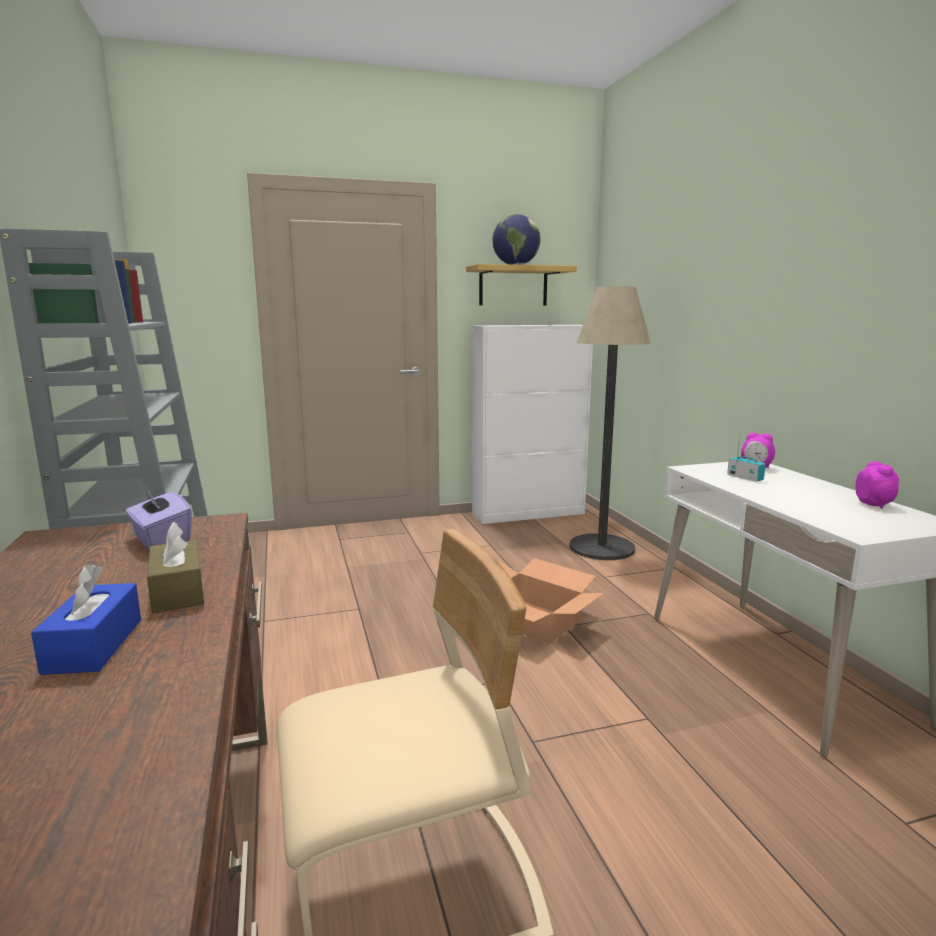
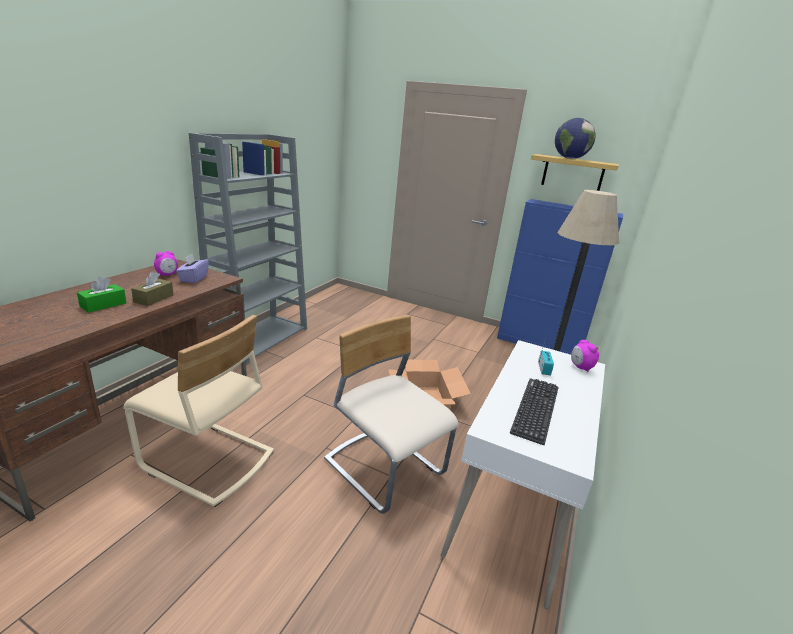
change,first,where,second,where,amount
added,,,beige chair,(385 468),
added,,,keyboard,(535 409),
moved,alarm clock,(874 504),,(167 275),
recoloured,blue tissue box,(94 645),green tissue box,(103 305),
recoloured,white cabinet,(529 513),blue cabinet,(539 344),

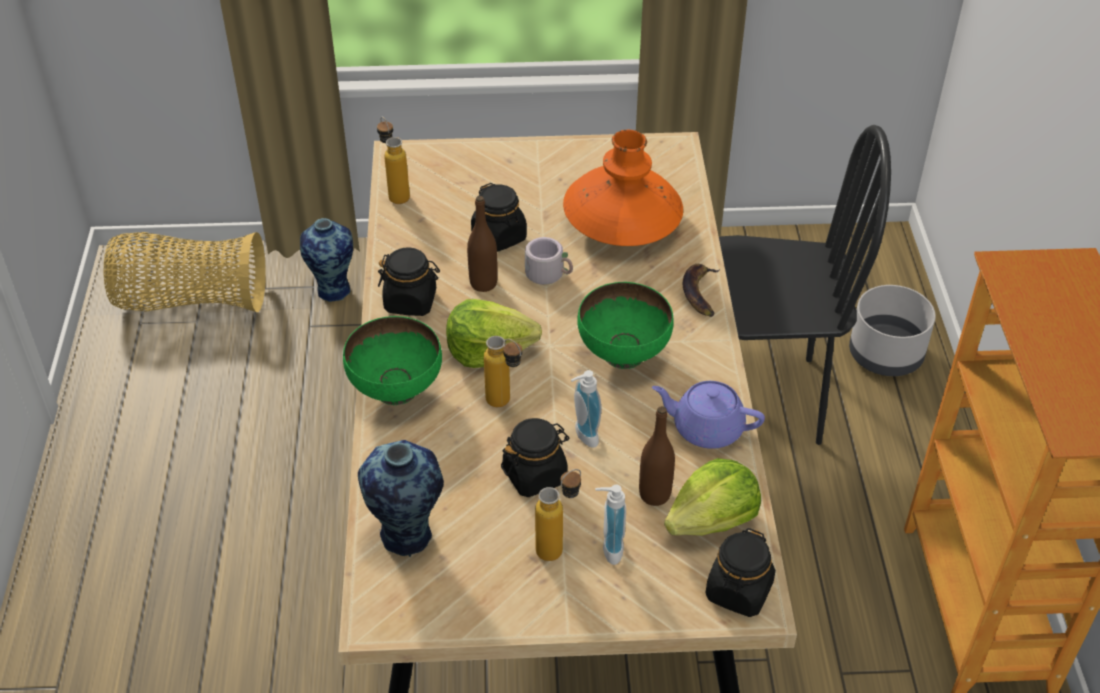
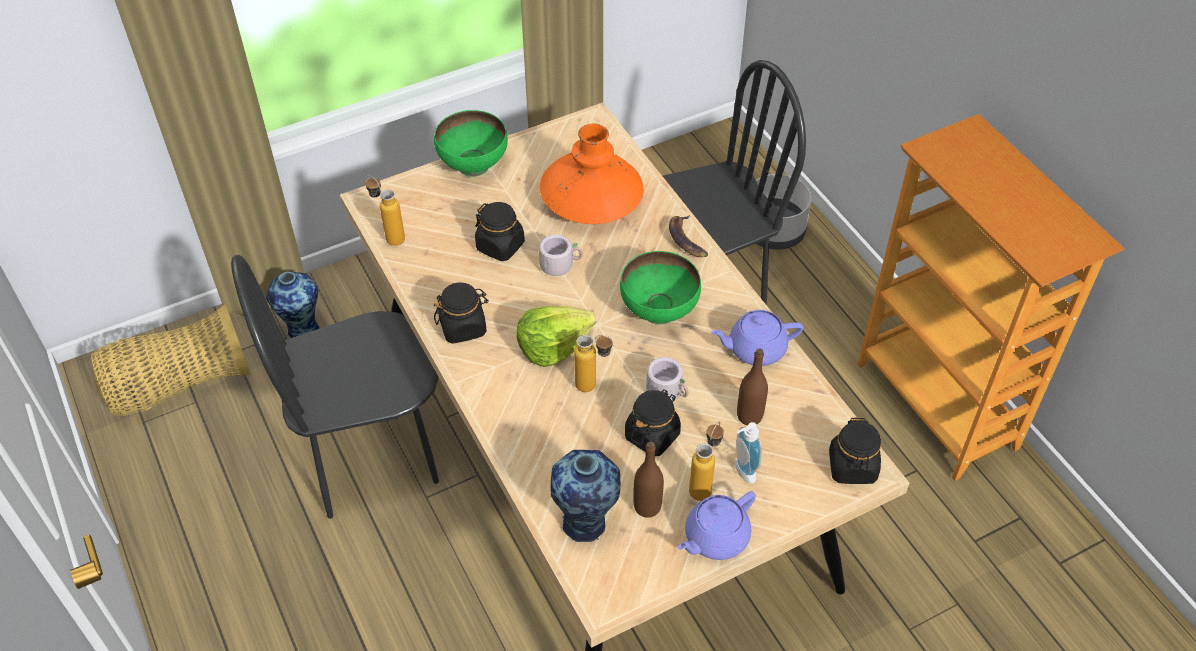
change,first,where,second,where,amount
removed,lettuce,(712 520),,,
added,,,black chair,(371 458),
added,,,purple teapot,(715 538),
moved,green bowl,(395 390),,(473 166),
moved,brown bottle,(483 283),,(647 507),
replaced,soap dispenser,(582 436),grey mug,(669 390),

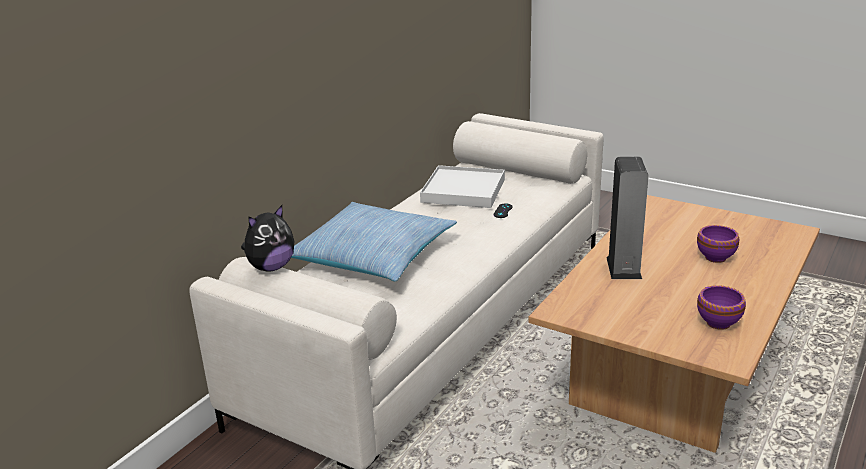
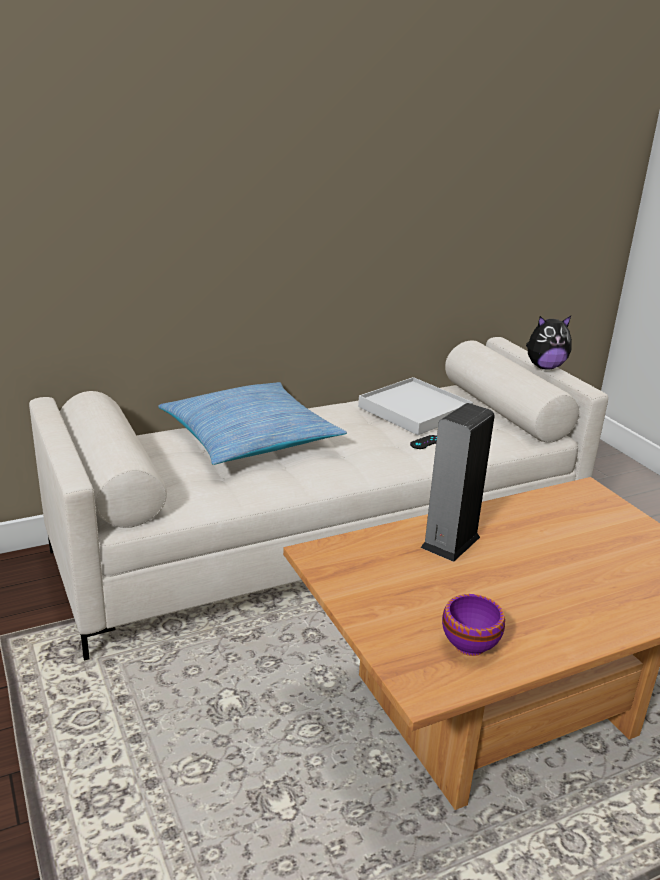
change,first,where,second,where,amount
removed,purple bowl,(714 257),,,
moved,plush toy,(271 267),,(544 367),

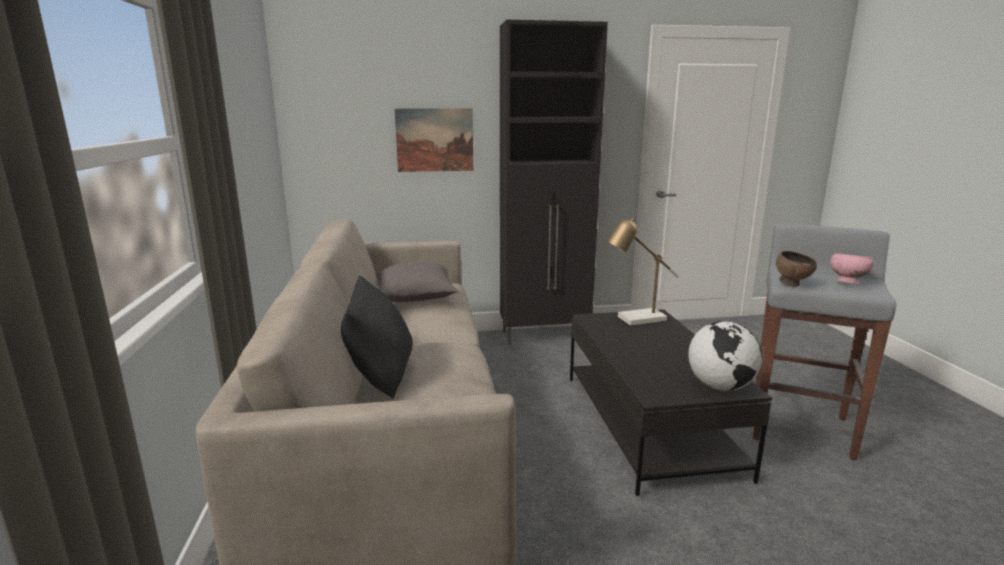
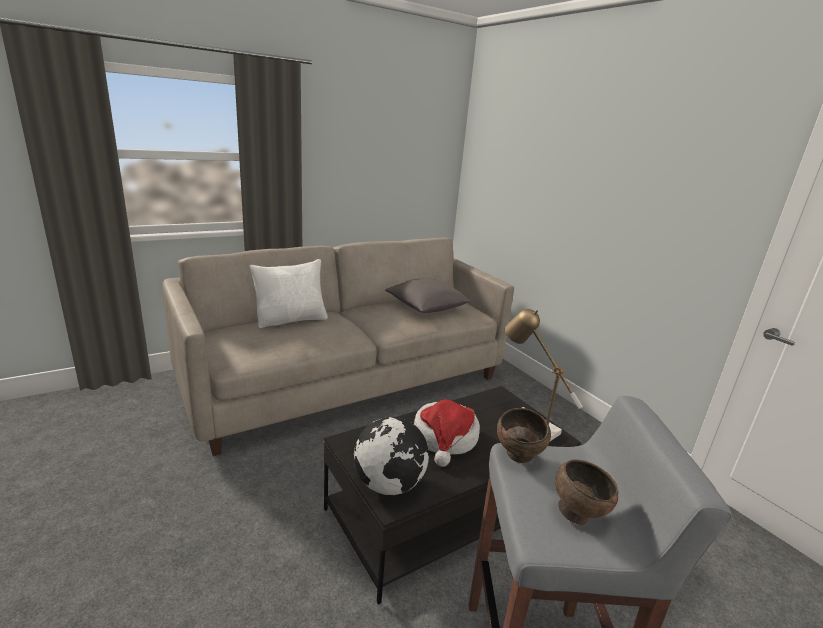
change,first,where,second,where,amount
removed,picture,(434 140),,,
removed,black cabinet,(546 335),,,
added,,,hat,(445 439),
recoloured,black pillow,(380 375),white pillow,(291 320),
recoloured,pink bowl,(846 283),brown bowl,(577 514),

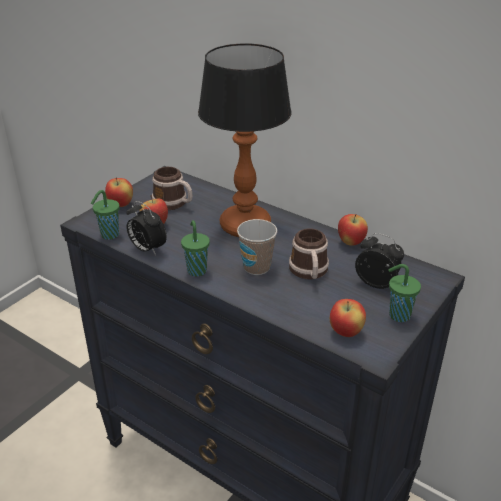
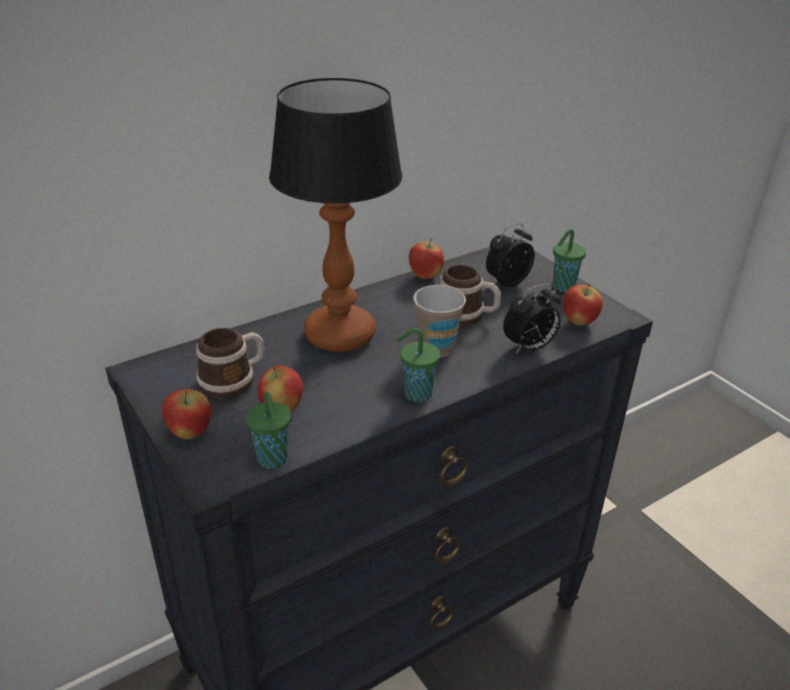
change,first,where,second,where,amount
moved,alarm clock,(147 249),,(529 347),

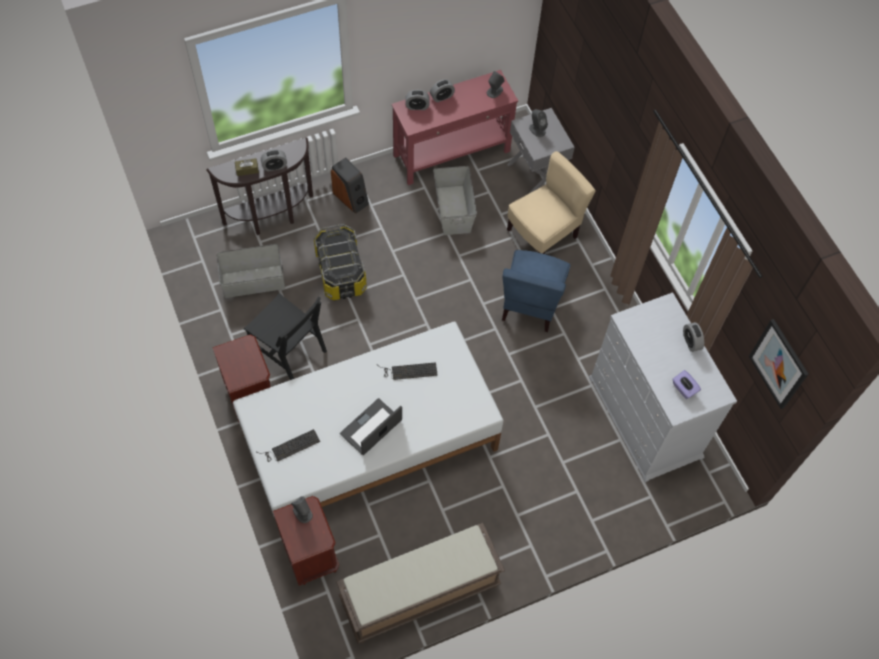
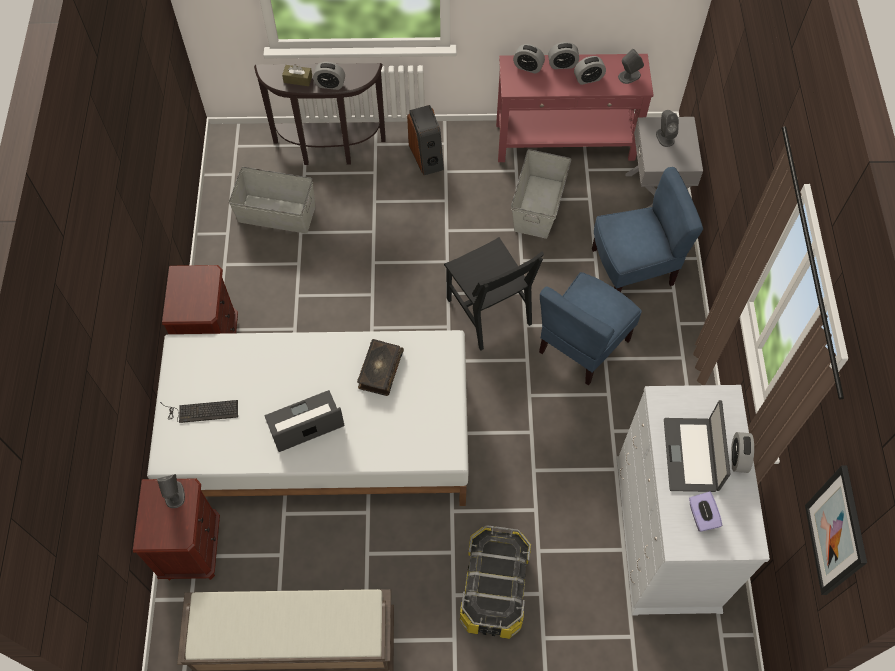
change,first,where,second,where,amount
added,,,alarm clock,(588 78),
added,,,laptop,(692 455),
moved,black chair,(289 352),,(488 311),
moved,storage box,(341 272),,(495 589),
replaced,keyboard,(408 371),book,(380 370),
recoloured,beige chair,(543 235),blue chair,(633 269),

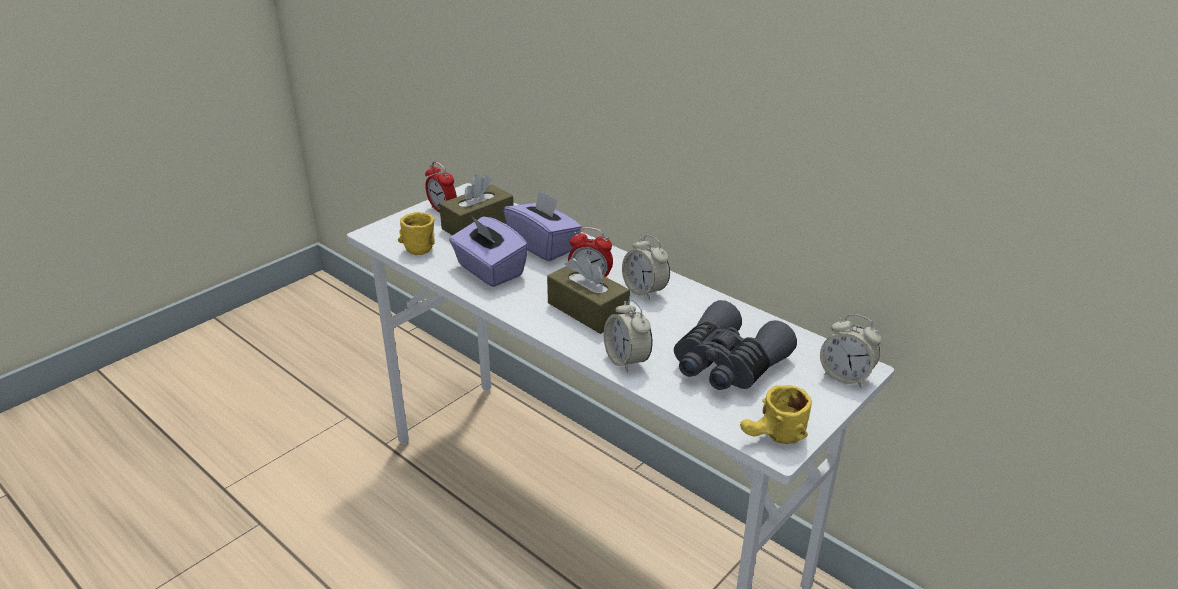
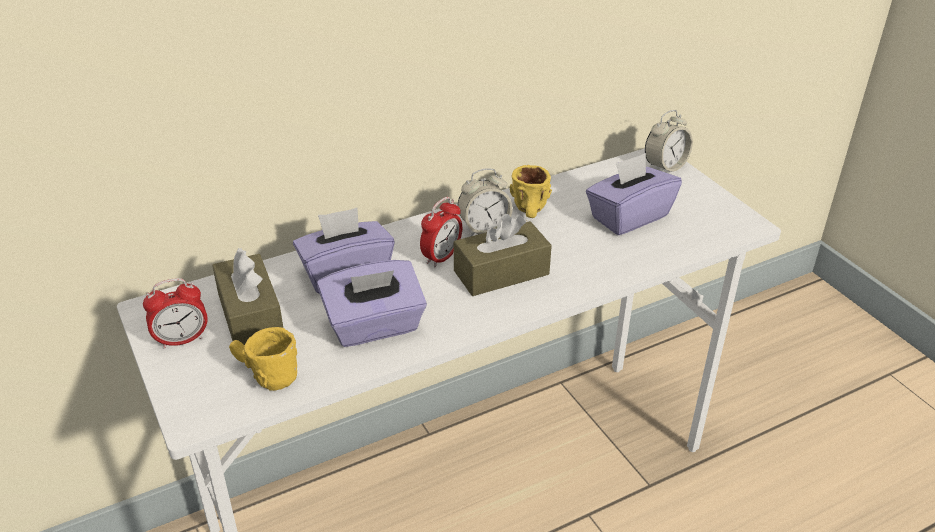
change,first,where,second,where,amount
removed,alarm clock,(626 360),,,
moved,yellow mug,(773 438),,(532 212),
replaced,grey binoculars,(727 364),purple tissue box,(628 216),

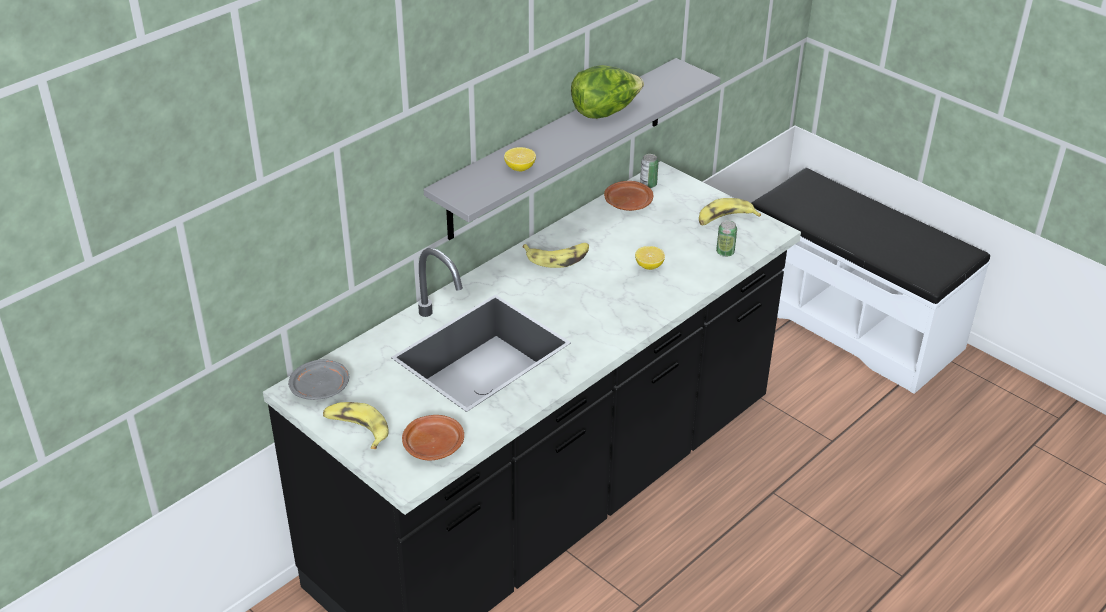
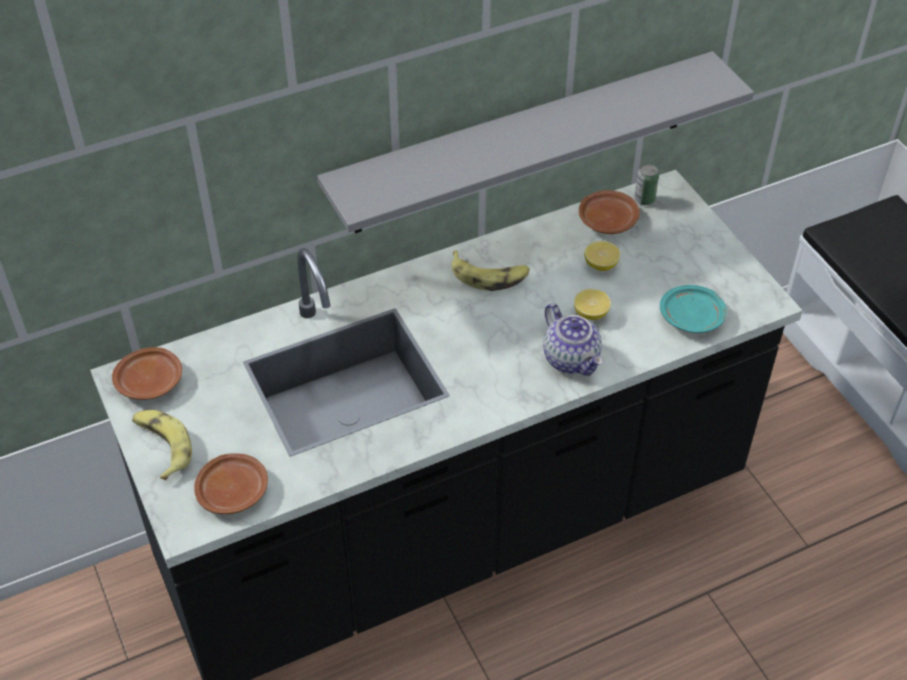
change,first,where,second,where,amount
removed,lettuce,(605 112),,,
removed,banana,(725 219),,,
added,,,teapot,(572 359),
moved,lemon,(520 168),,(601 265),
replaced,can,(725 252),turquoise plate,(692 317),
recoloured,grey plate,(320 388),brown plate,(150 381),

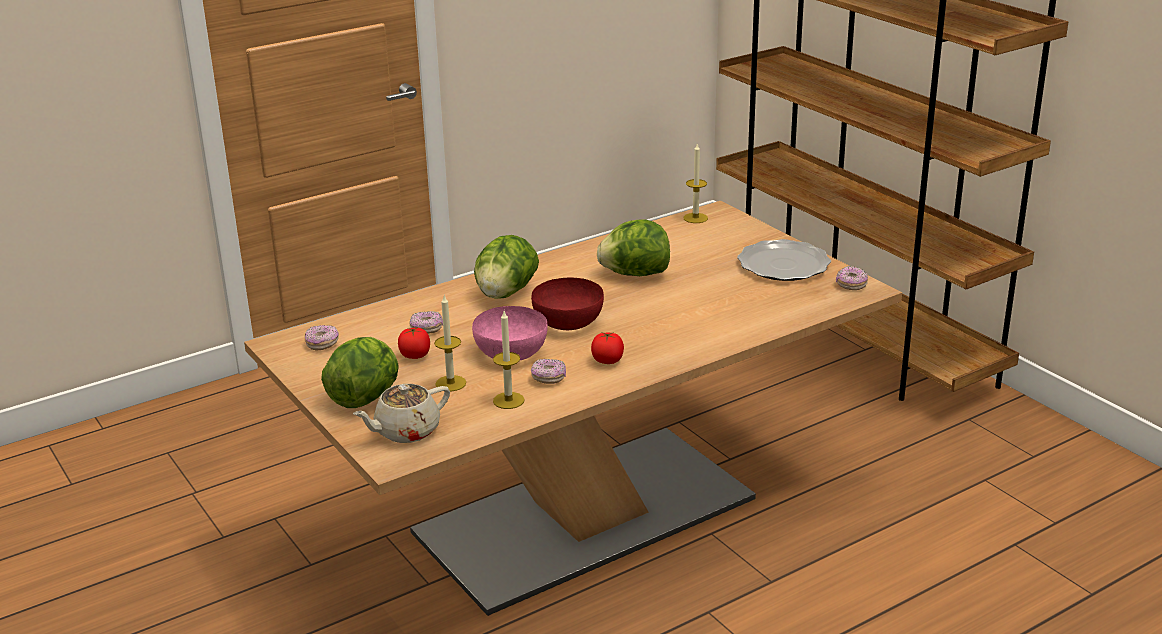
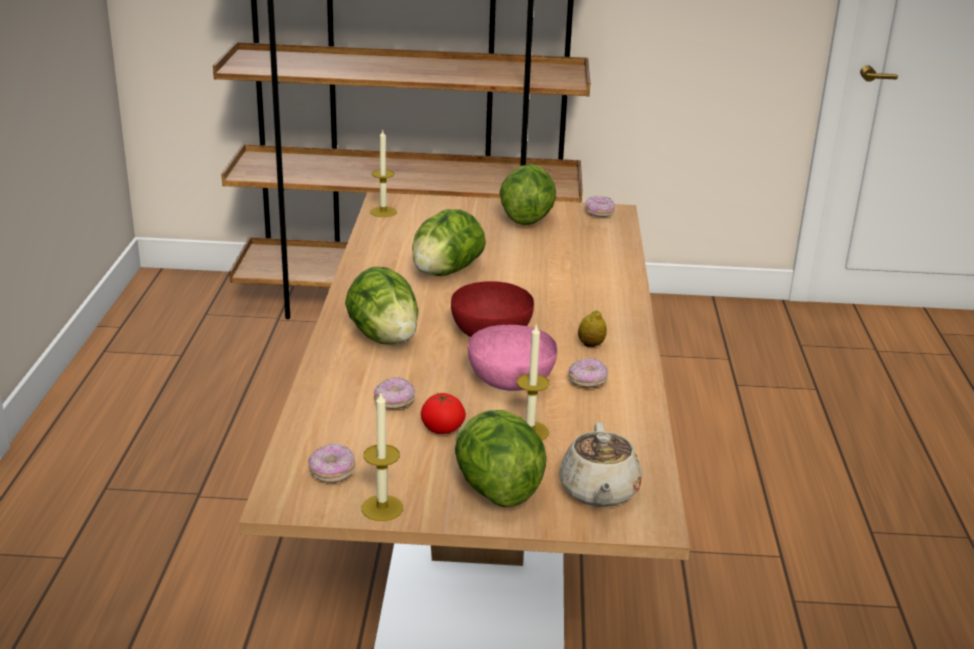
change,first,where,second,where,amount
moved,candle,(508 400),,(382 508),
replaced,tomato,(607 361),lemon,(591 345),
replaced,plate,(783 264),lettuce,(526 219),

